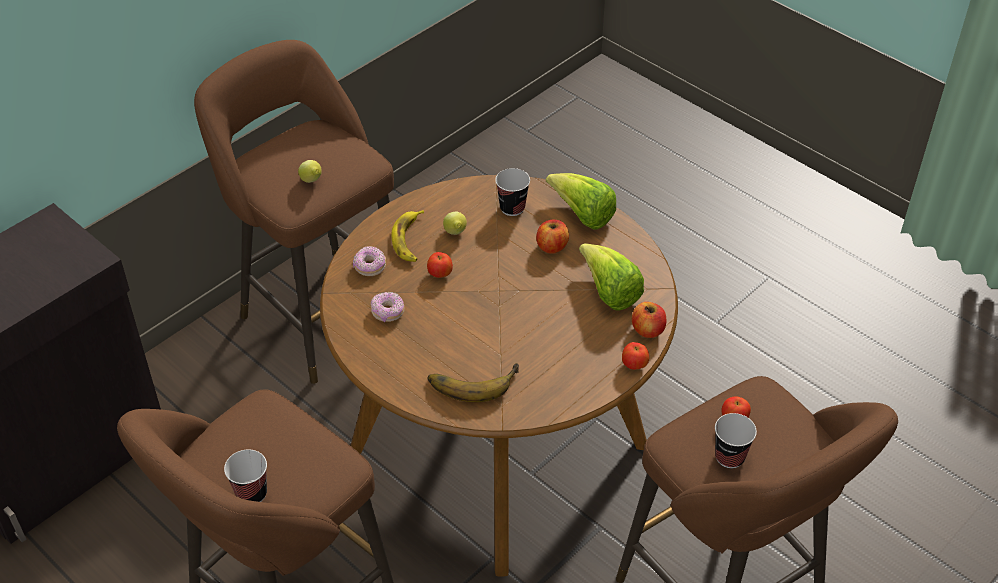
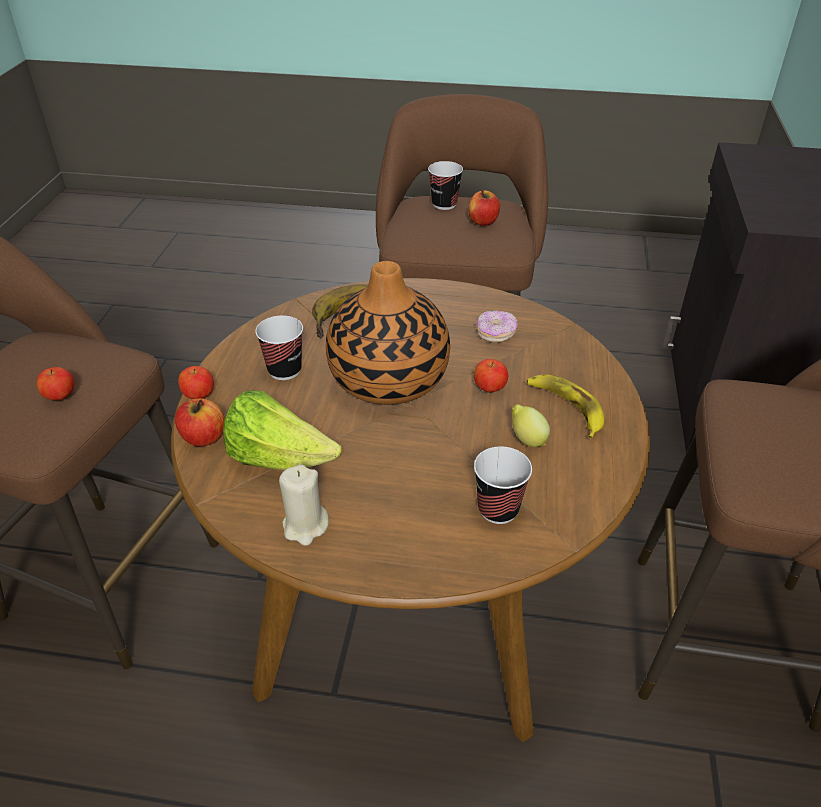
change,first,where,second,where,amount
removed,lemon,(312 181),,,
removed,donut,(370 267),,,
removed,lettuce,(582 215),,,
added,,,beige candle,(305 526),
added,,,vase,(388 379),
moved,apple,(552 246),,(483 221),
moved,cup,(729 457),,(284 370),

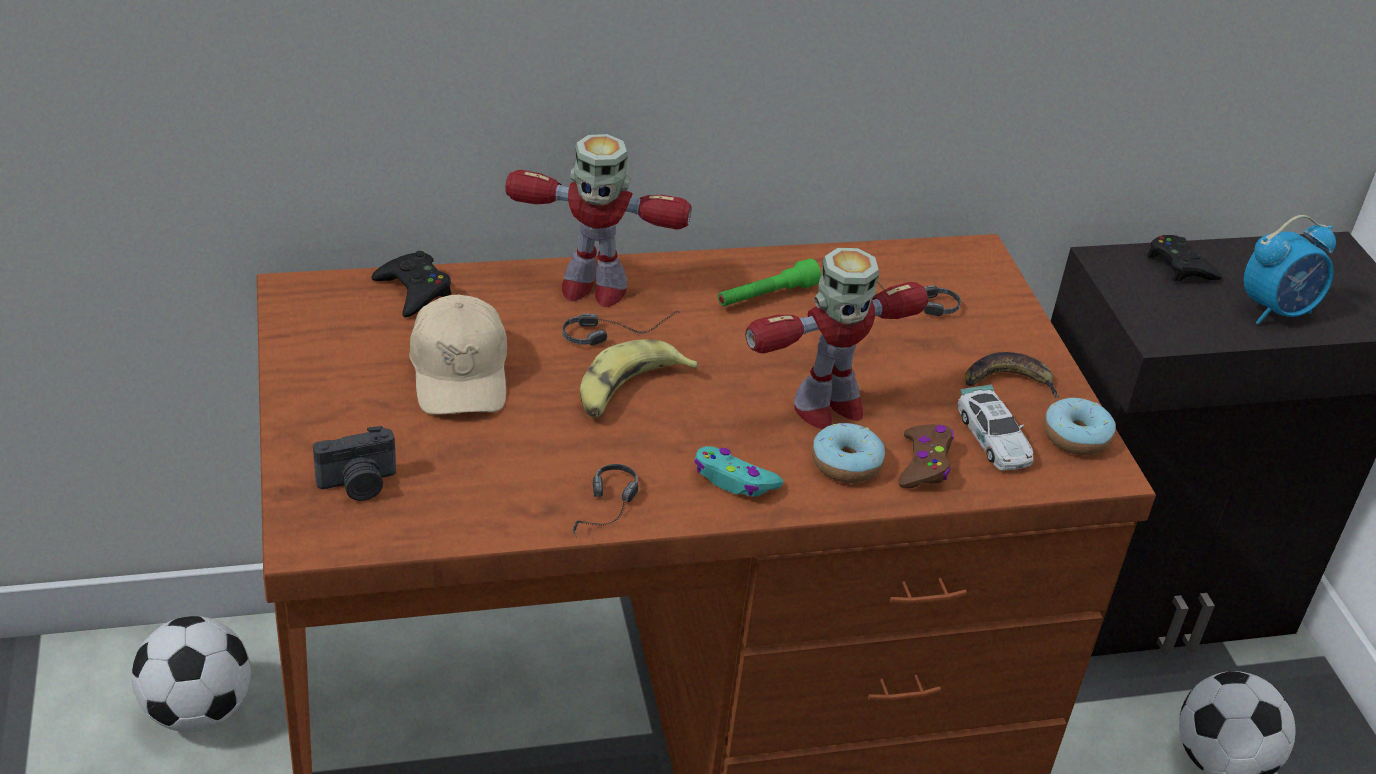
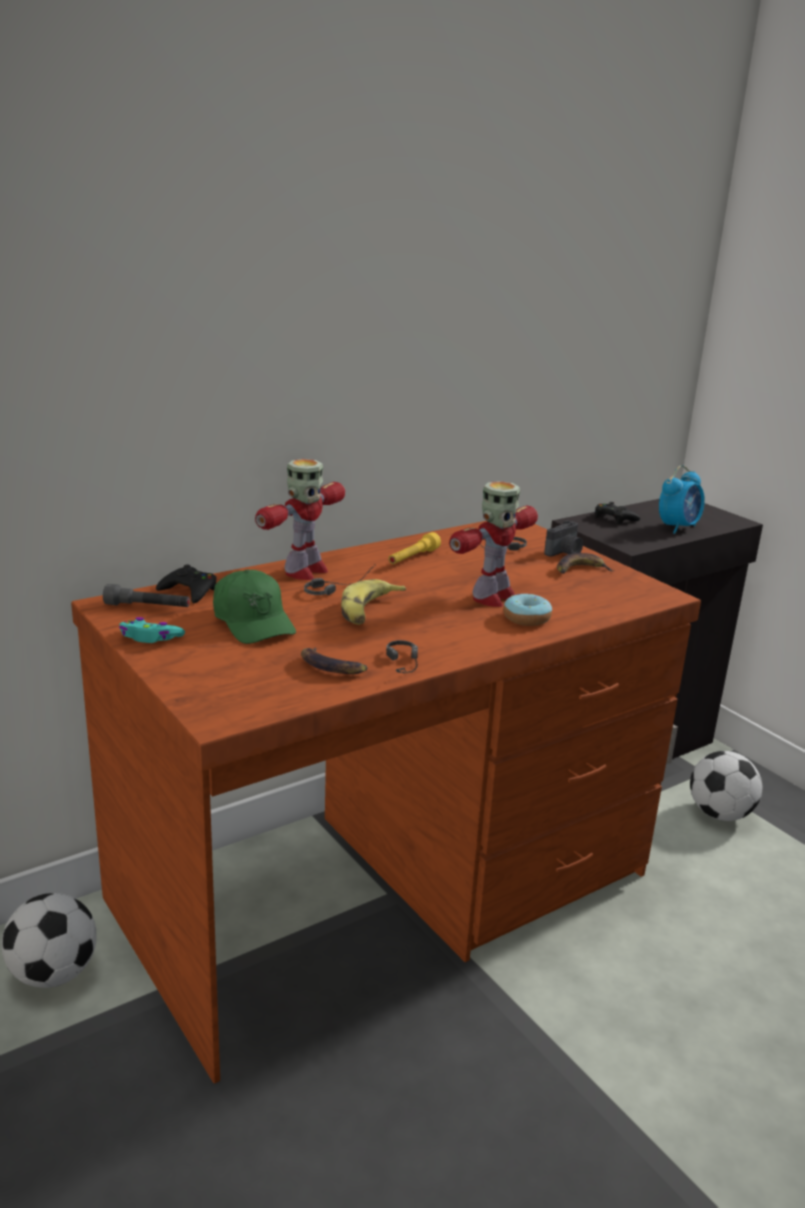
change,first,where,second,where,amount
removed,brown game controller,(924 464),,,
removed,toy car,(993 438),,,
removed,donut,(1075 437),,,
added,,,grey flashlight,(148 607),
added,,,banana,(331 666),
moved,photo camera,(358 484),,(565 553),
moved,turquoise game controller,(734 480),,(150 638),
recoloured,beige cap,(460 372),green cap,(253 622),
recoloured,green flashlight,(766 296),yellow flashlight,(413 558),
turned,toy robot,(592 288),,(304 571),45 degrees counterclockwise

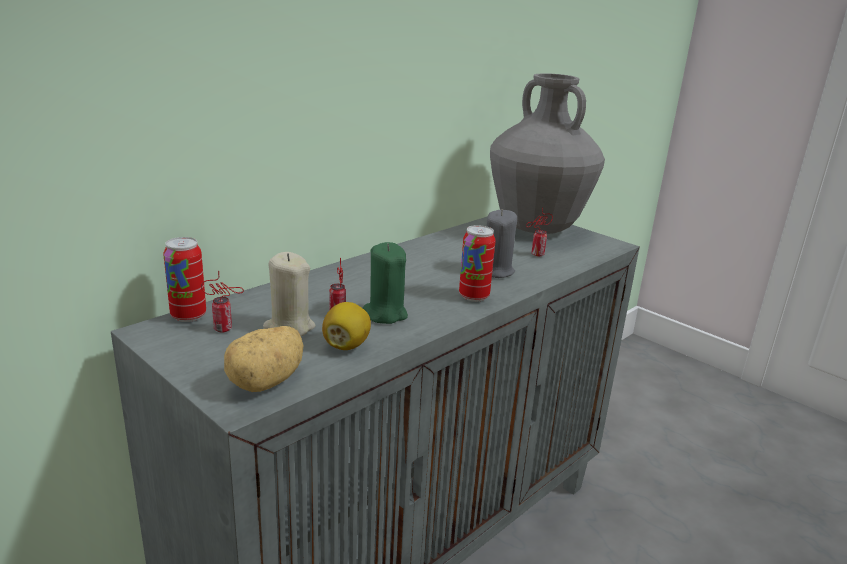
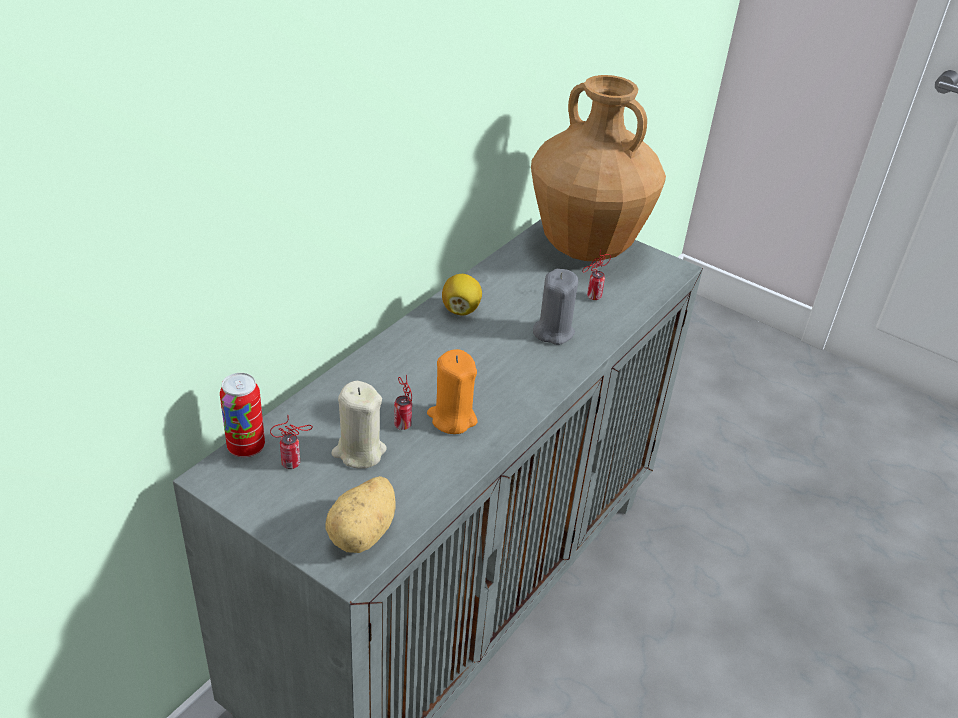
change,first,where,second,where,amount
removed,can,(474 296),,,
moved,lemon,(346 345),,(461 309),
recoloured,green candle,(385 314),orange candle,(452 418),
recoloured,grey vase,(537 229),brown vase,(586 249),

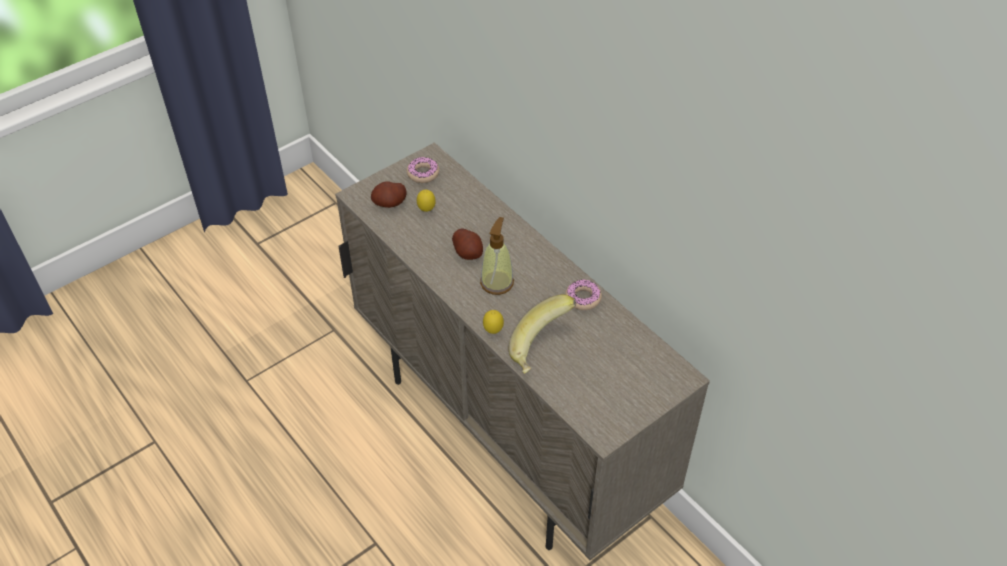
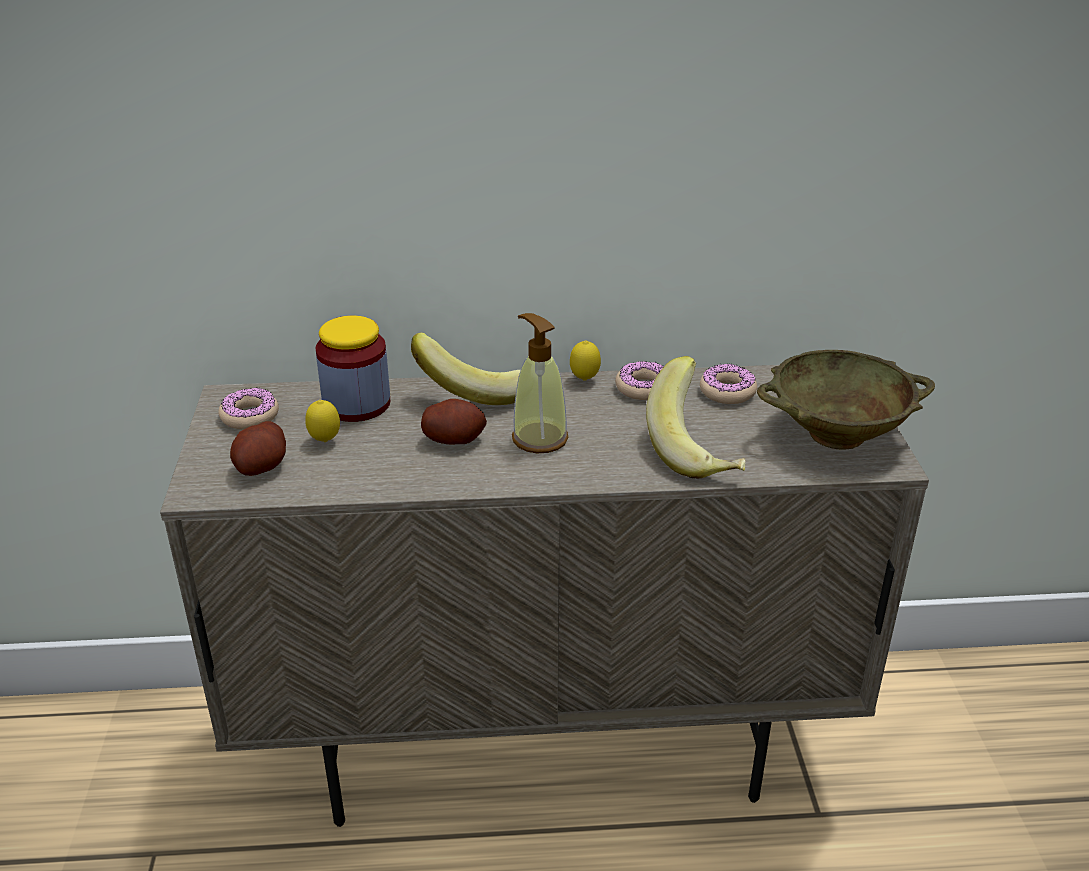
change,first,where,second,where,amount
added,,,jar,(356 404),
added,,,banana,(480 389),
added,,,donut,(727 392),
added,,,beige bowl,(837 434),
moved,lemon,(493 331),,(584 380),

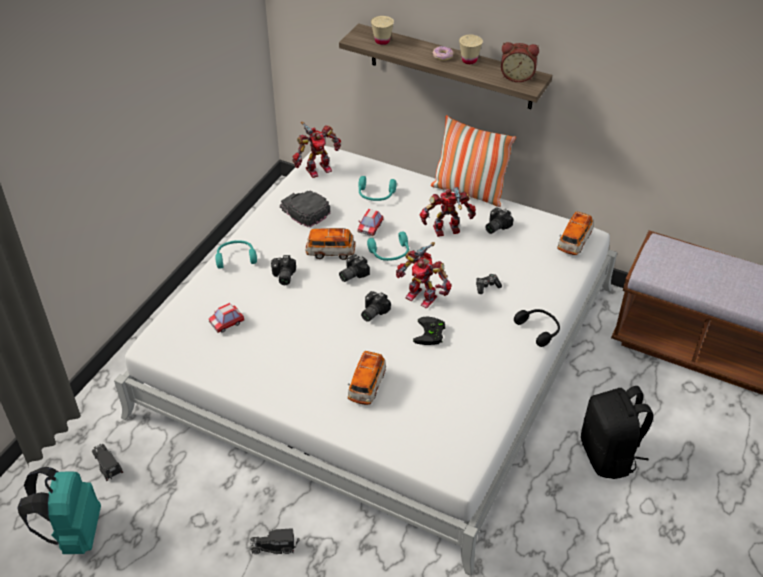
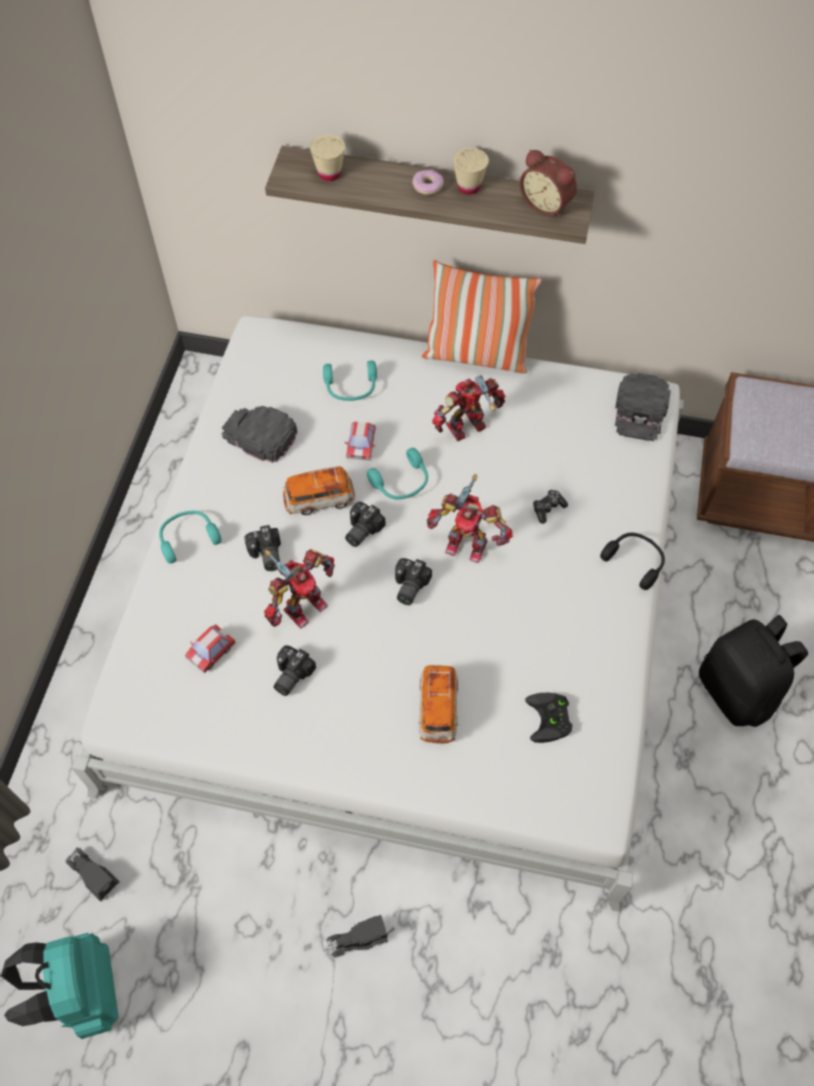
change,first,where,second,where,amount
moved,toy robot,(317 169),,(302 606),
moved,black game controller,(430 334),,(550 720),
moved,photo camera,(495 226),,(289 675),
replaced,toy car,(574 242),black cap,(640 411),
turned,alarm clock,(517 76),,(547 204),45 degrees clockwise

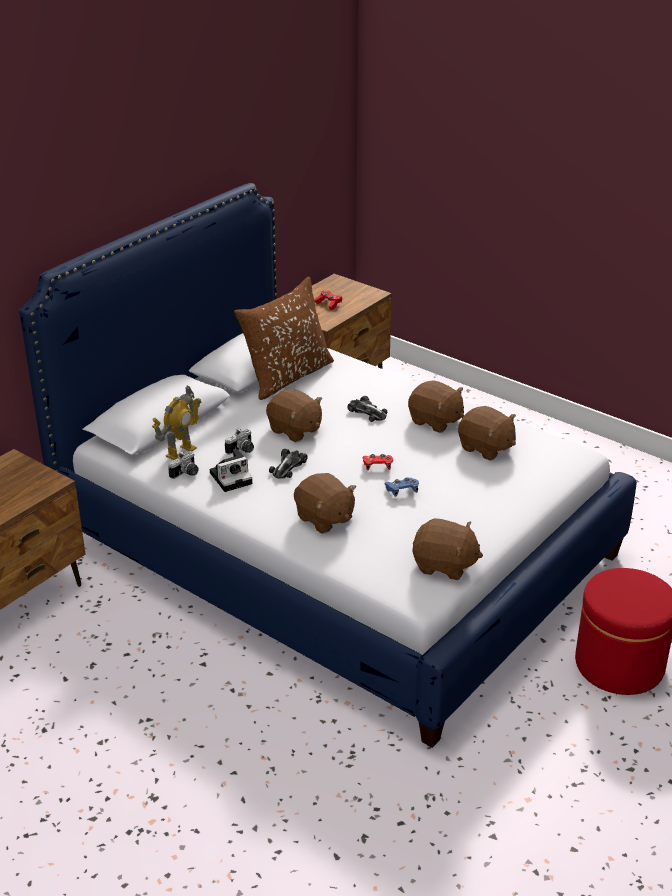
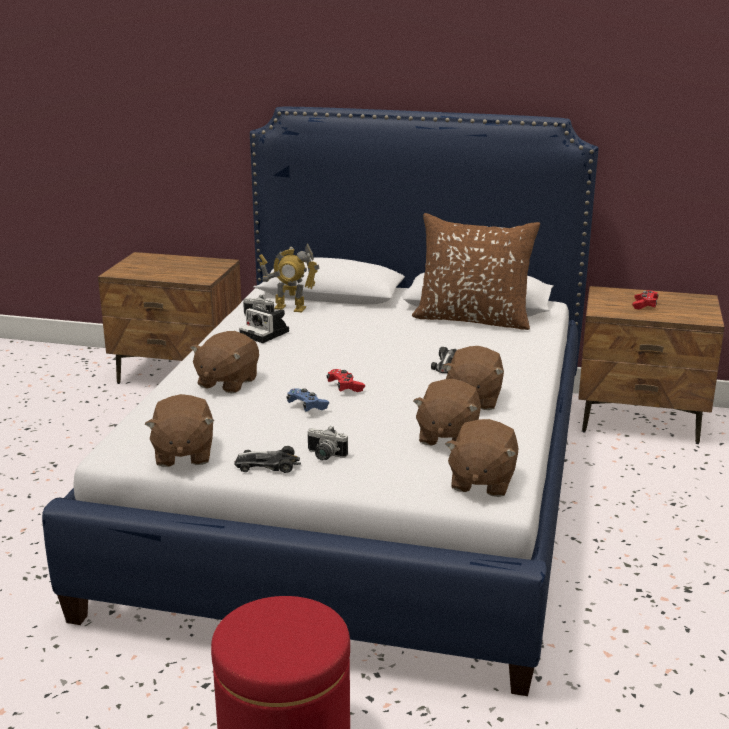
change,first,where,second,where,amount
moved,photo camera,(242 450),,(324 456),
moved,brown plush toy,(295 430),,(481 481),
moved,toy car,(287 466),,(267 465),

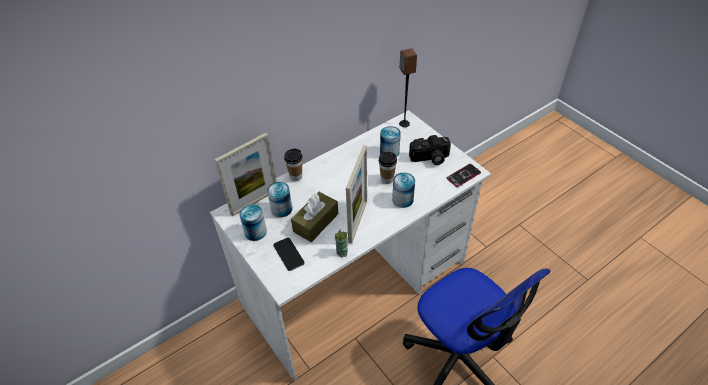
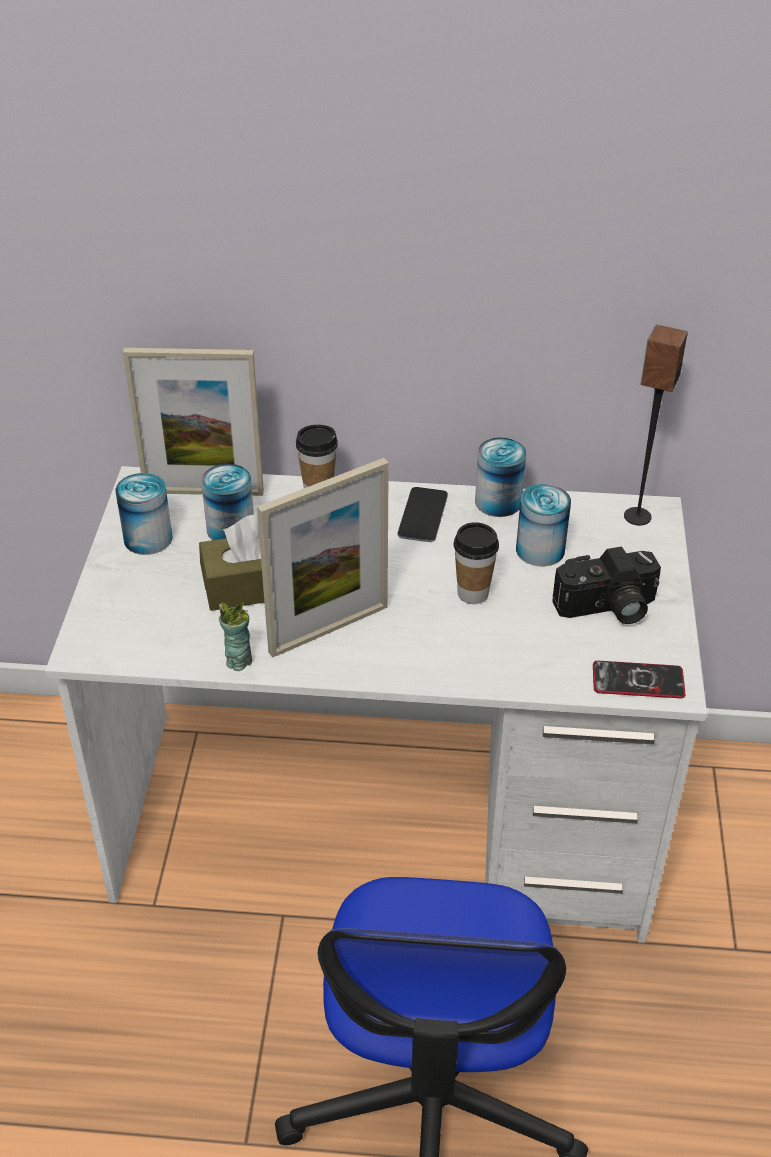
change,first,where,second,where,amount
moved,phone,(288 254),,(423 515),
moved,can,(402 199),,(498 502),
turned,photo camera,(430 158),,(607 608),45 degrees counterclockwise

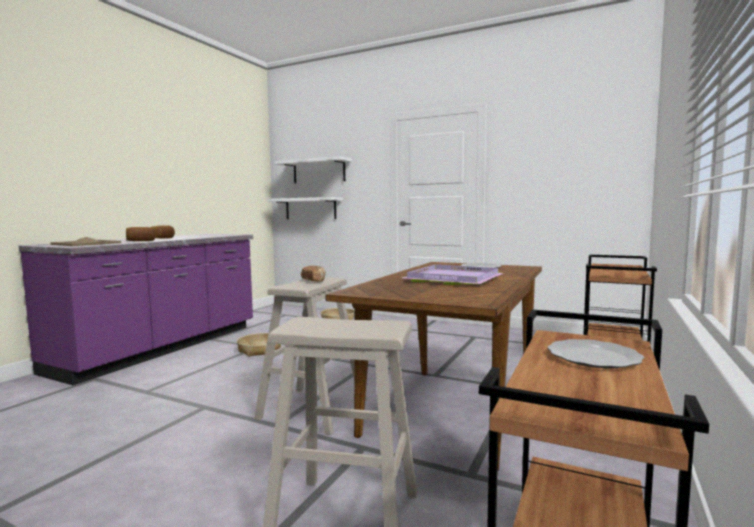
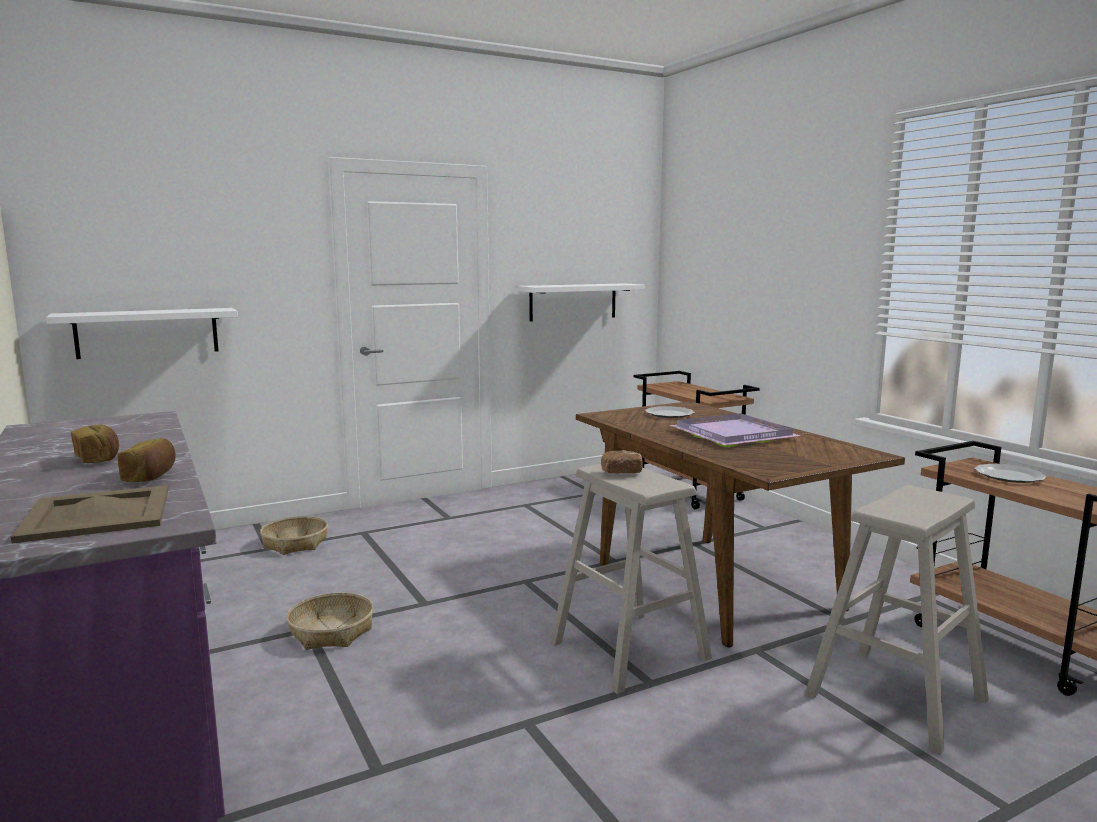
change,first,where,second,where,amount
moved,white shelf,(319 171),,(573 302),

